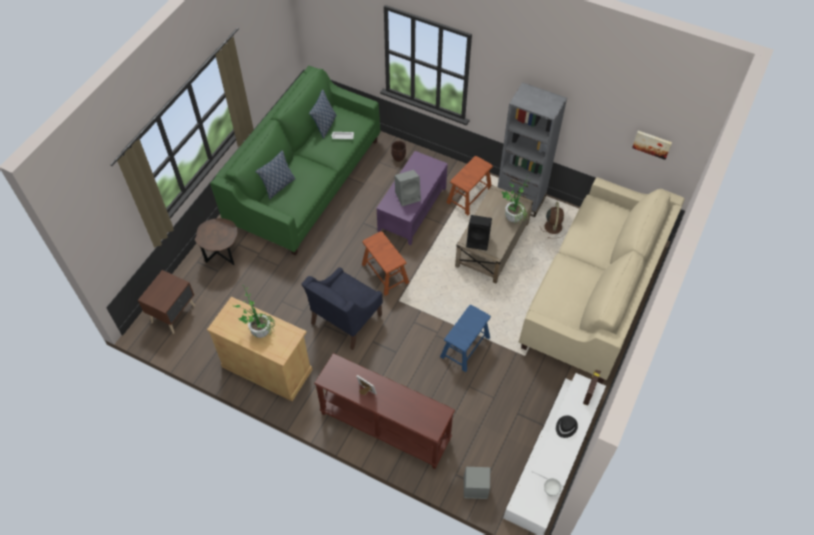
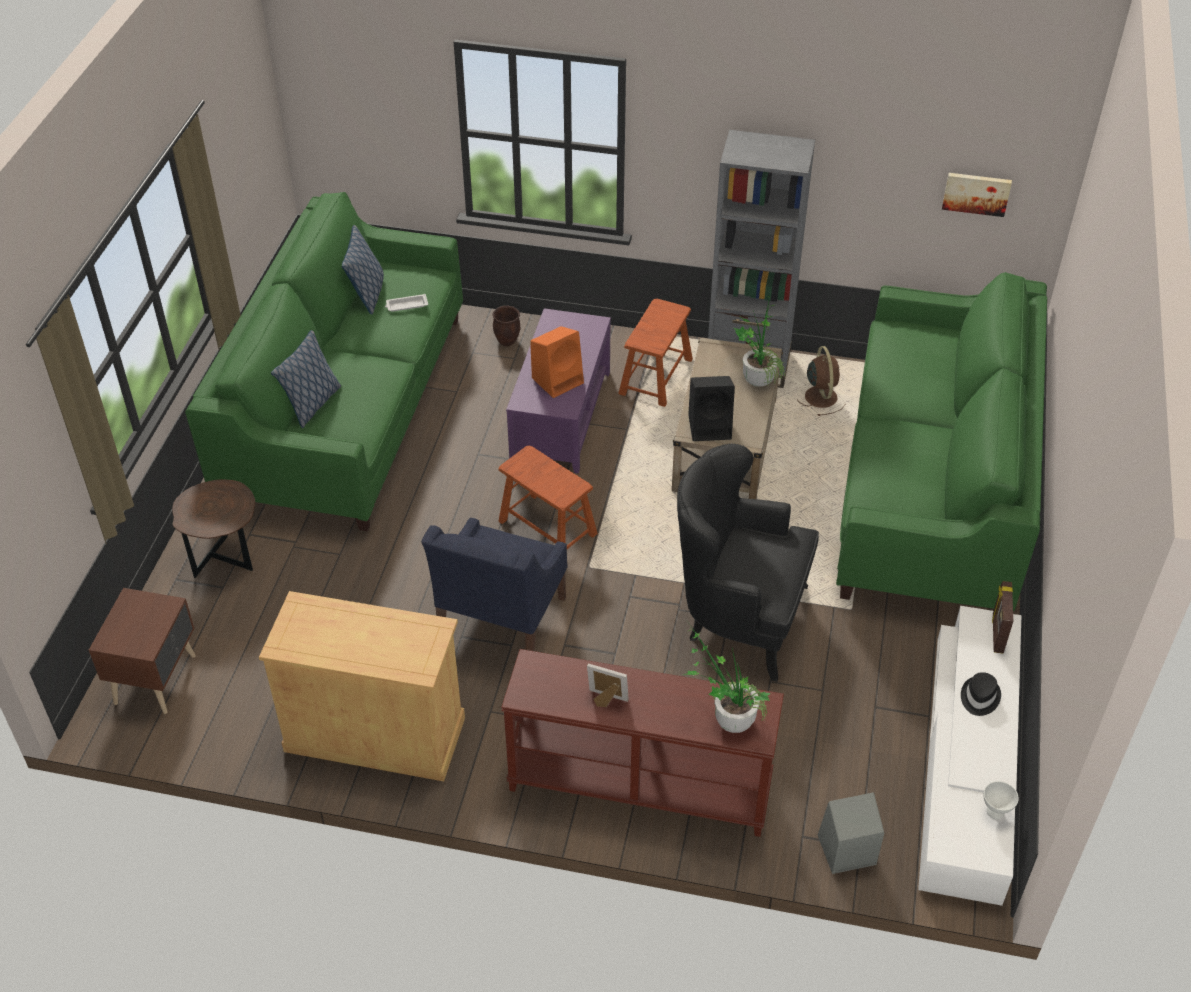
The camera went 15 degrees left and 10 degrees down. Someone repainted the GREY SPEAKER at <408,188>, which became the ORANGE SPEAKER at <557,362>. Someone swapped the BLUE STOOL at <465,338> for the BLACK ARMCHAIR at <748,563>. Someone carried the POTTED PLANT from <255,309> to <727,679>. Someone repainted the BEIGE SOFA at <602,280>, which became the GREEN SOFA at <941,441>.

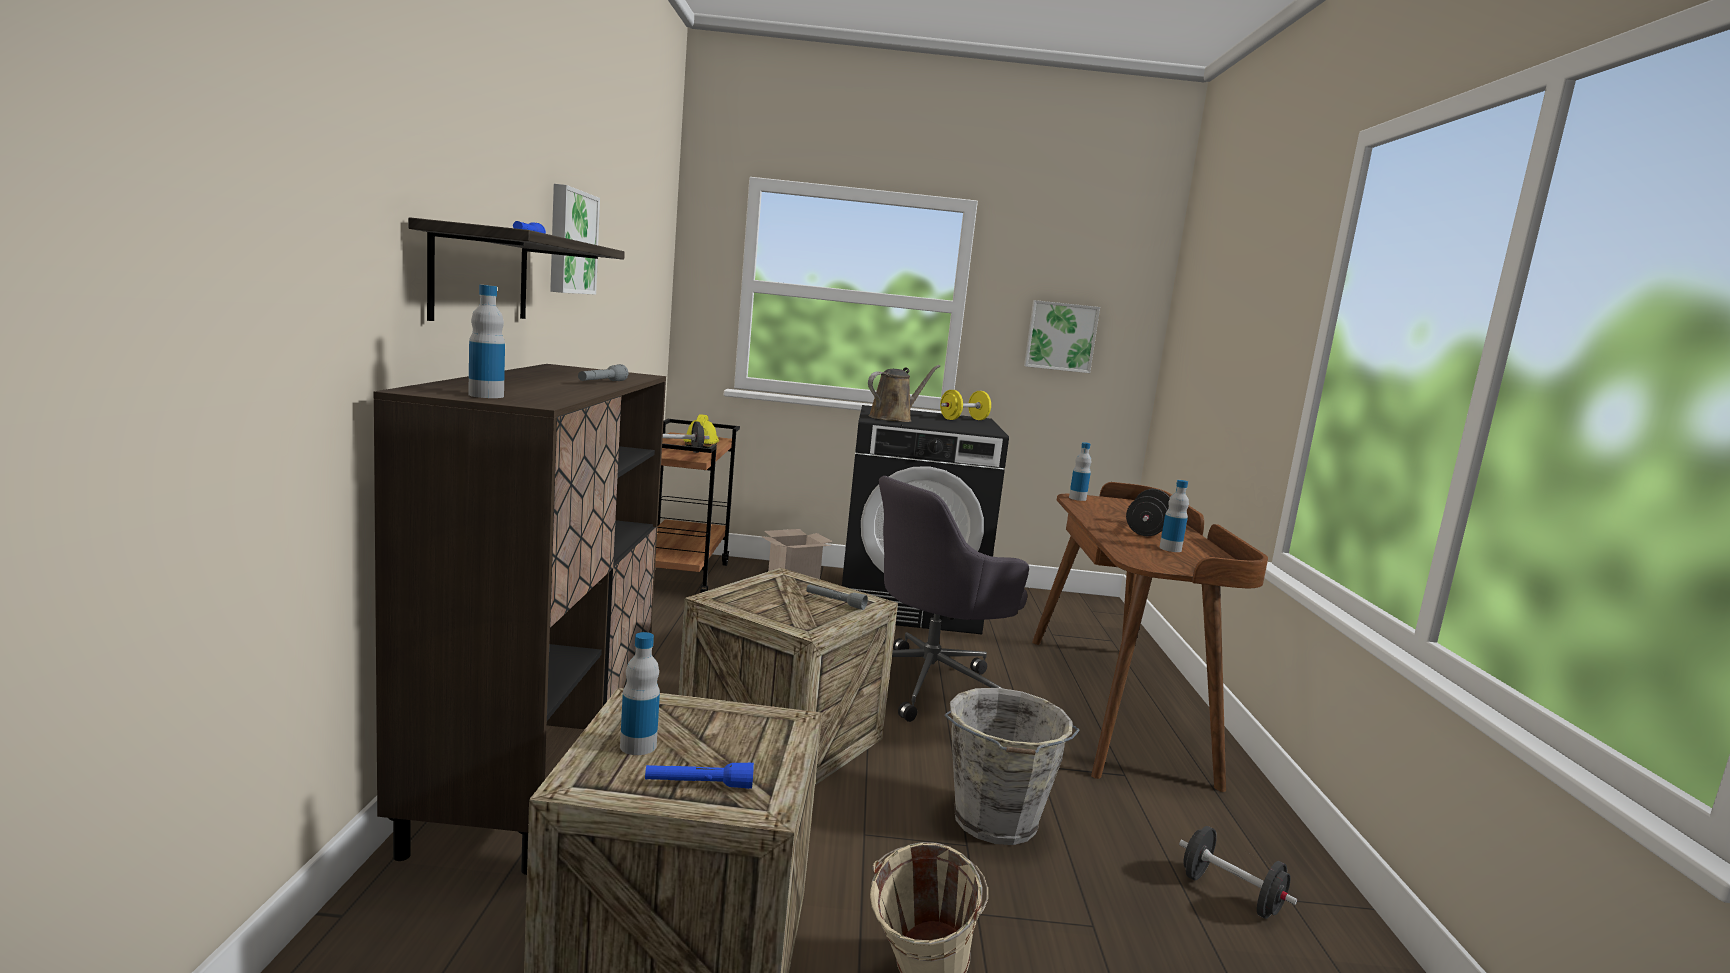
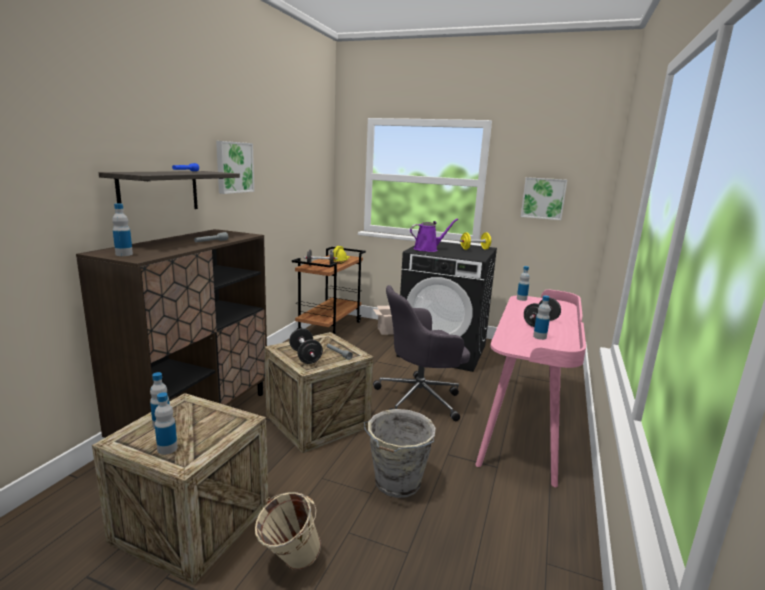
The camera went 20 degrees right and 5 degrees up. Someone swapped the BLUE FLASHLIGHT at <699,775> for the BOTTLE at <166,423>. Someone carried the BLACK DUMBBELL from <1238,872> to <306,346>. Someone repainted the BROWN WATERING CAN at <904,393>, which became the PURPLE WATERING CAN at <434,235>. Someone repainted the BROWN DESK at <1150,637>, which became the PINK DESK at <530,388>.

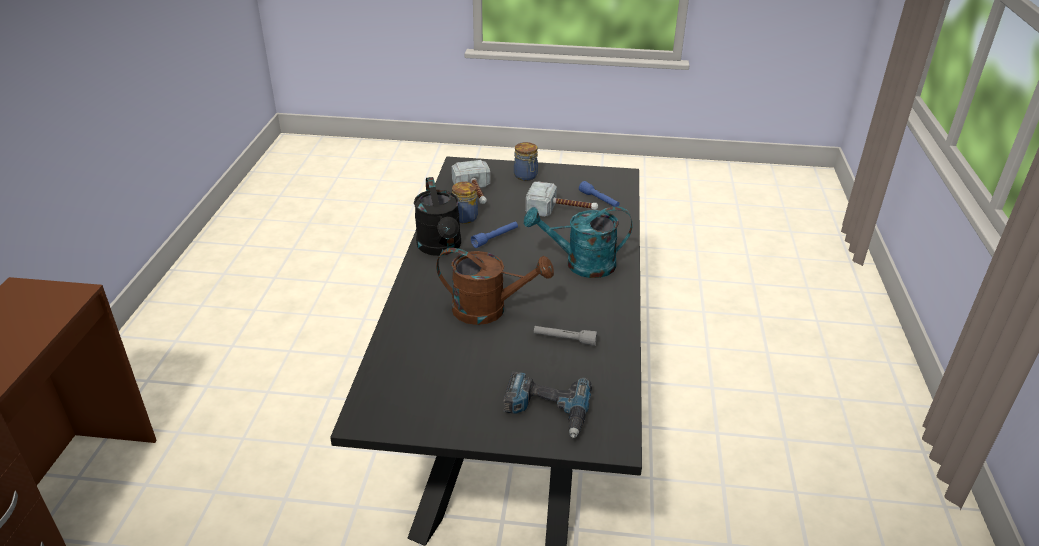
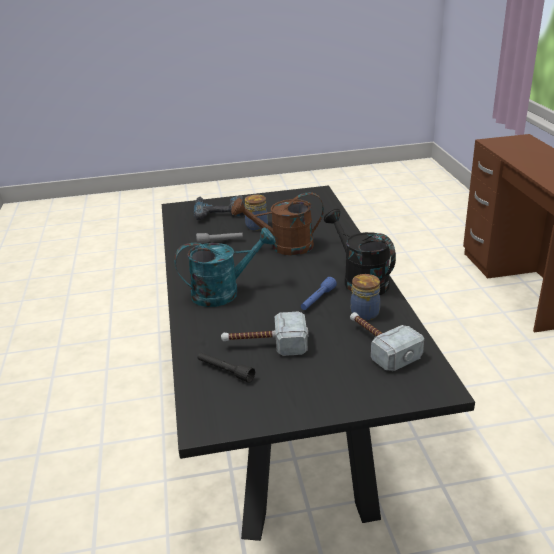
The camera went 165 degrees right and 5 degrees down. Someone repainted the BLUE FLASHLIGHT at <599,194>, which became the BLACK FLASHLIGHT at <226,367>. Someone carried the JAR from <526,161> to <256,212>.

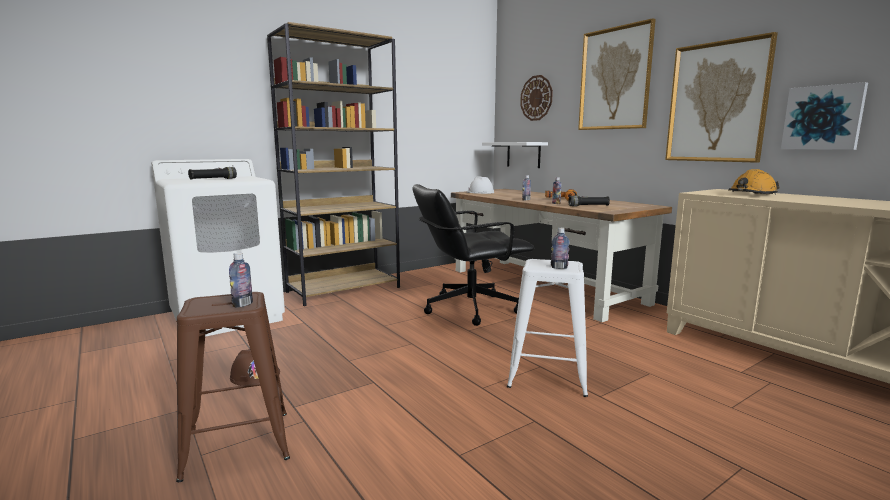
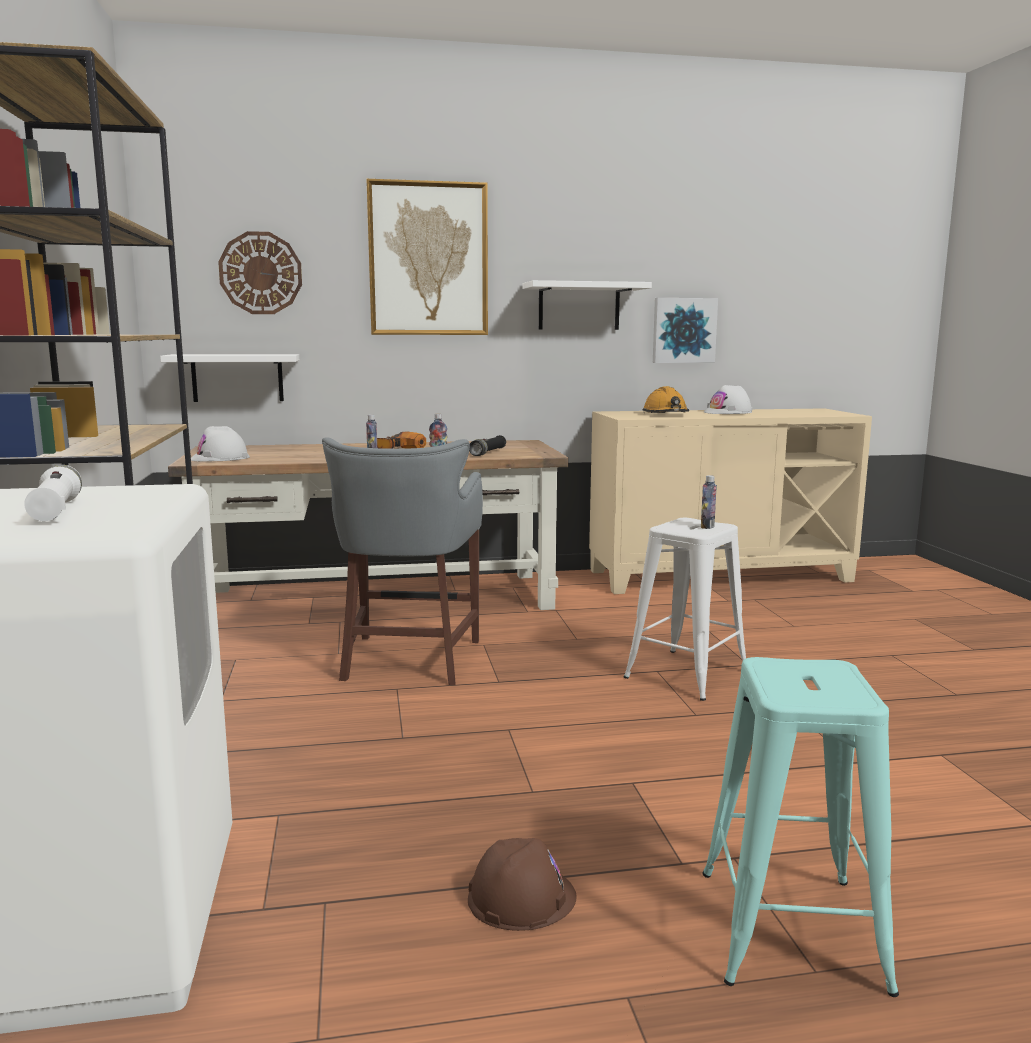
The camera went 65 degrees left and 0 degrees up. Someone repainted the BLACK FLASHLIGHT at <212,173>, which became the WHITE FLASHLIGHT at <53,493>. Someone swapped the BLACK OFFICE CHAIR at <473,255> for the GREY STOOL at <402,561>. Someone swapped the PICTURE at <721,97> for the WHITE SHELF at <587,305>. Someone repainted the BROWN STOOL at <233,387>, which became the TURQUOISE STOOL at <800,827>. Someone put down the WHITE HARD HAT at <728,399>. Someone took away the BOTTLE at <241,280>.

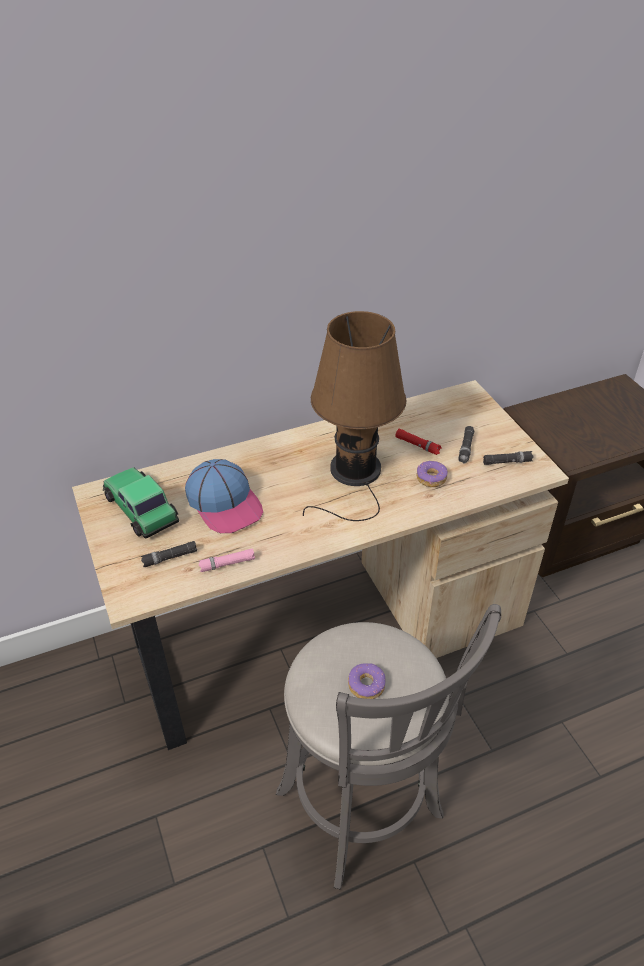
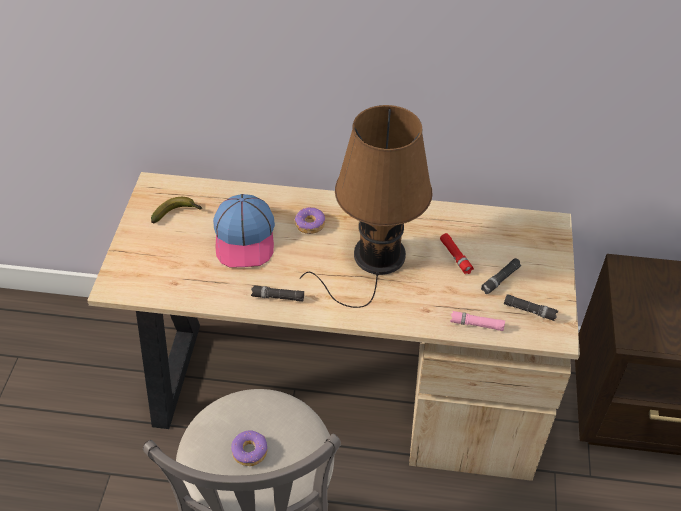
The camera went 30 degrees right and 5 degrees up. Someone swapped the TOY CAR at <141,503> for the BANANA at <177,210>. Someone carried the BLACK FLASHLIGHT from <168,554> to <277,293>. Someone carried the DONUT from <432,474> to <310,220>. Someone carried the PINK FLASHLIGHT from <227,560> to <477,321>.

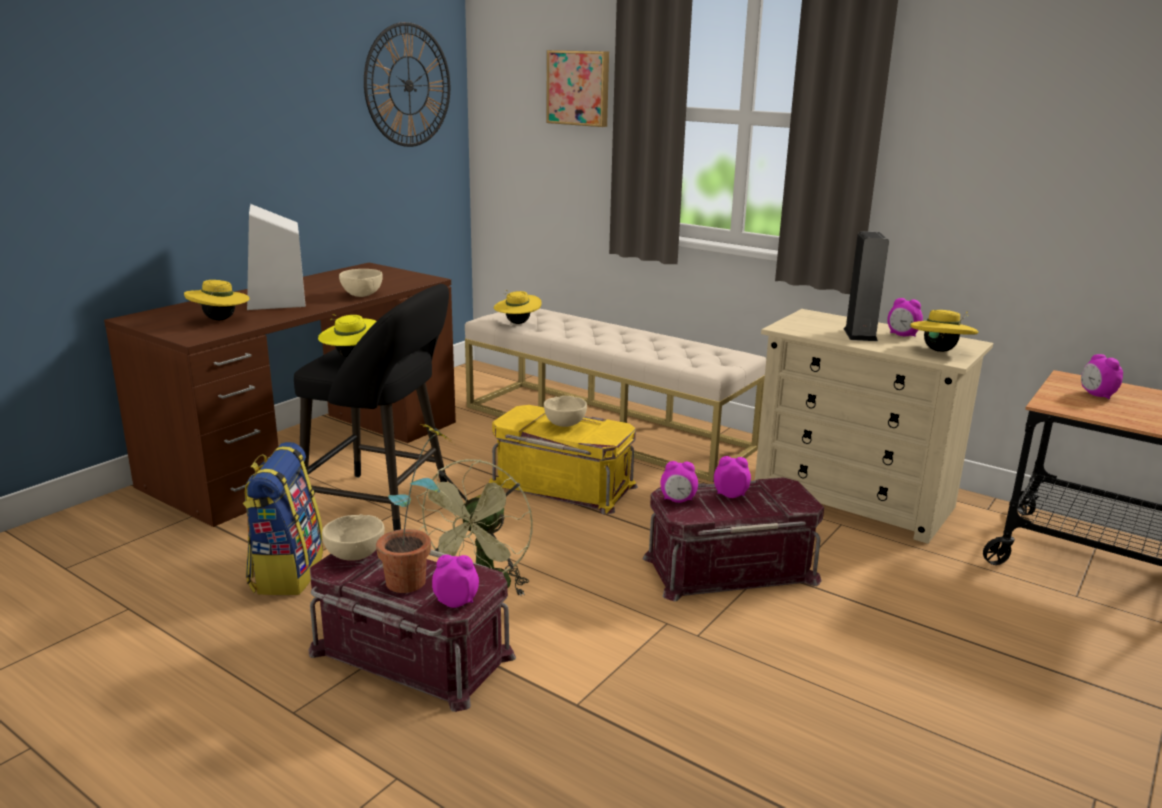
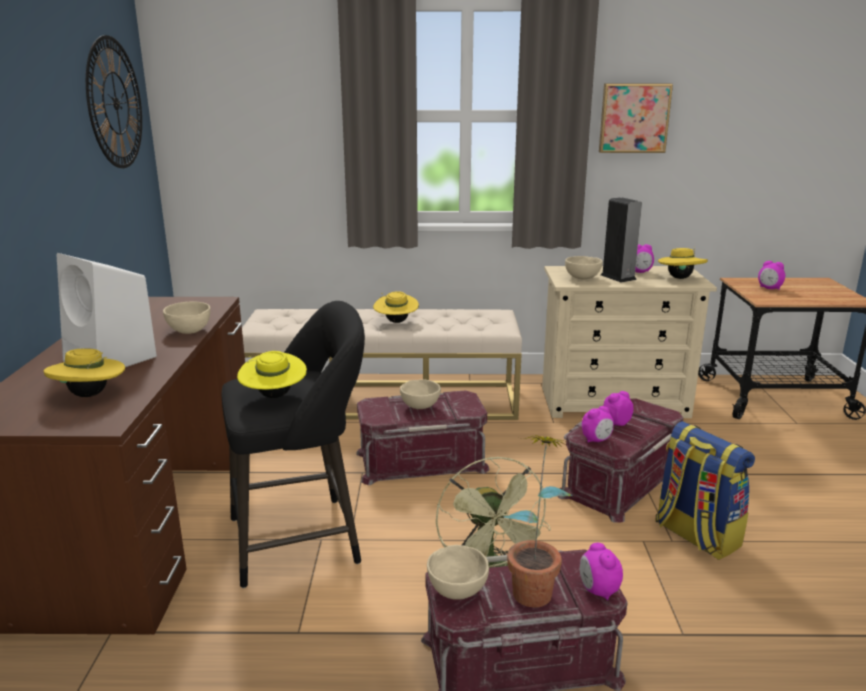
The camera went 35 degrees left and 0 degrees up. Someone repainted the YELLOW STORAGE BOX at <563,460>, which became the RED STORAGE BOX at <423,437>. Someone carried the YELLOW HAT from <518,307> to <396,307>. Someone put down the BEIGE BOWL at <584,267>. Someone rotated the ALARM CLOCK at <455,581> by 75 degrees counterclockwise. Someone carried the PICTURE from <577,88> to <636,118>. Someone carried the BACKPACK from <283,518> to <705,490>.

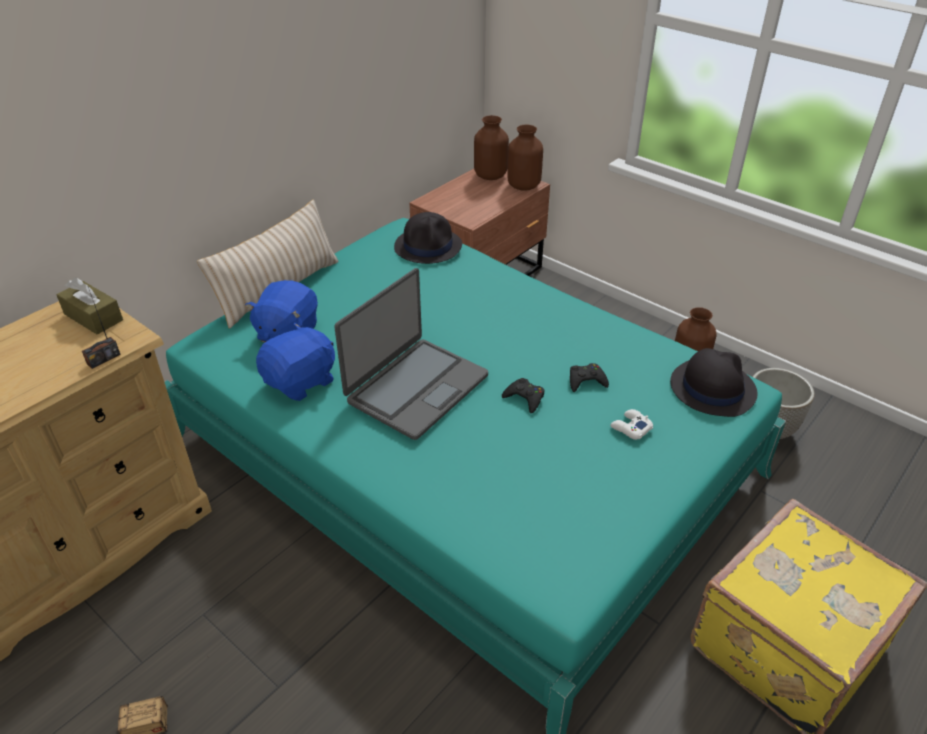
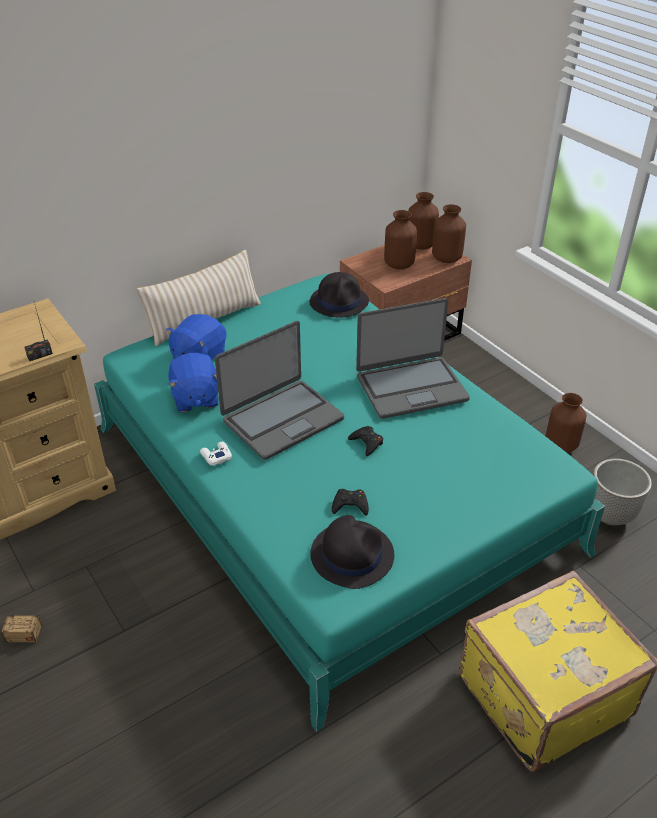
The camera went 15 degrees right and 0 degrees up. Someone rotated the BLUE PLUSH TOY at <295,361> by 105 degrees clockwise. Someone carried the WHITE GAME CONTROLLER from <632,424> to <216,454>. Someone carried the BLACK HAT from <713,382> to <352,552>. Someone carried the BLACK GAME CONTROLLER from <589,377> to <350,502>. Someone put down the LAPTOP at <413,358>. Someone put down the BROWN VASE at <400,239>. Someone took away the BROWN TISSUE BOX at <90,306>.

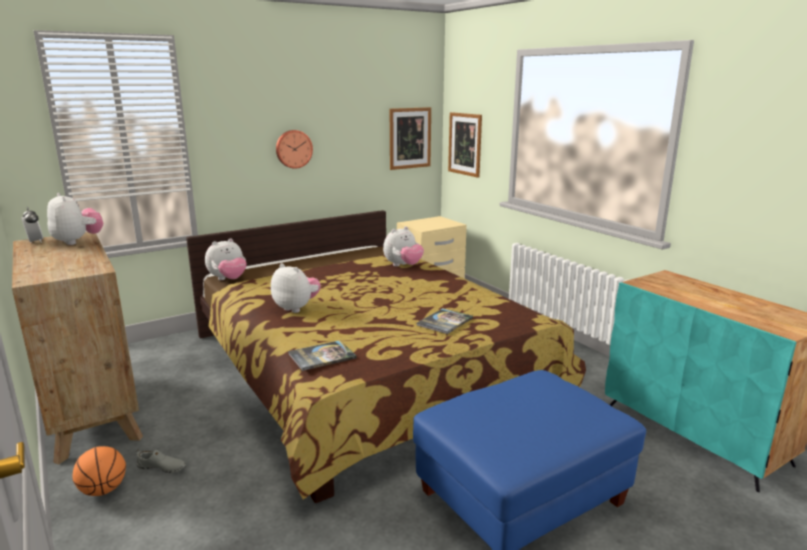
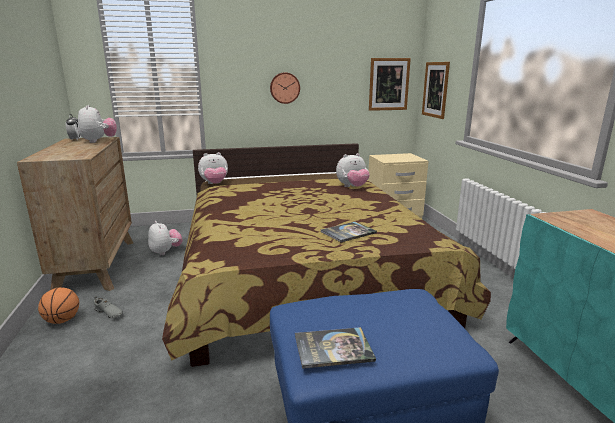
The camera went 20 degrees right and 0 degrees up. Someone carried the PLUSH TOY from <296,288> to <165,238>. Someone carried the BOOK from <322,355> to <335,348>.

